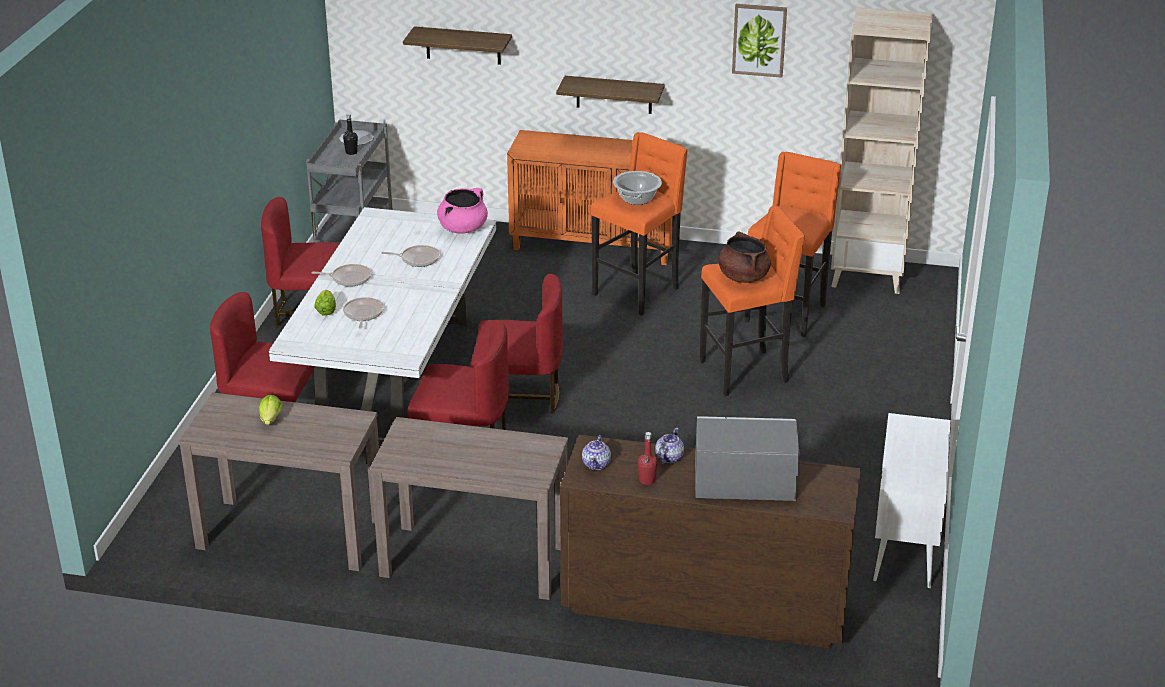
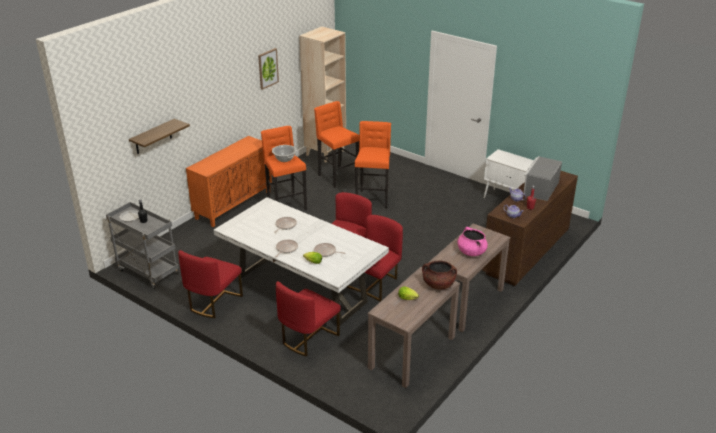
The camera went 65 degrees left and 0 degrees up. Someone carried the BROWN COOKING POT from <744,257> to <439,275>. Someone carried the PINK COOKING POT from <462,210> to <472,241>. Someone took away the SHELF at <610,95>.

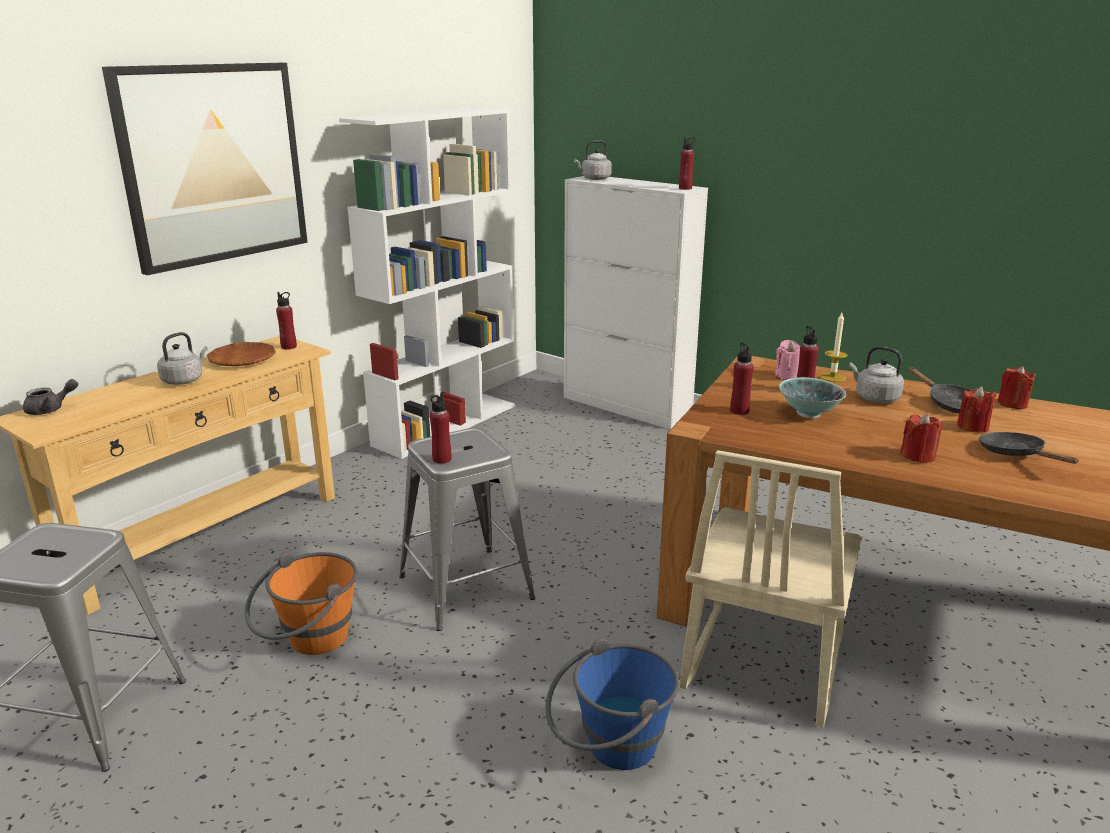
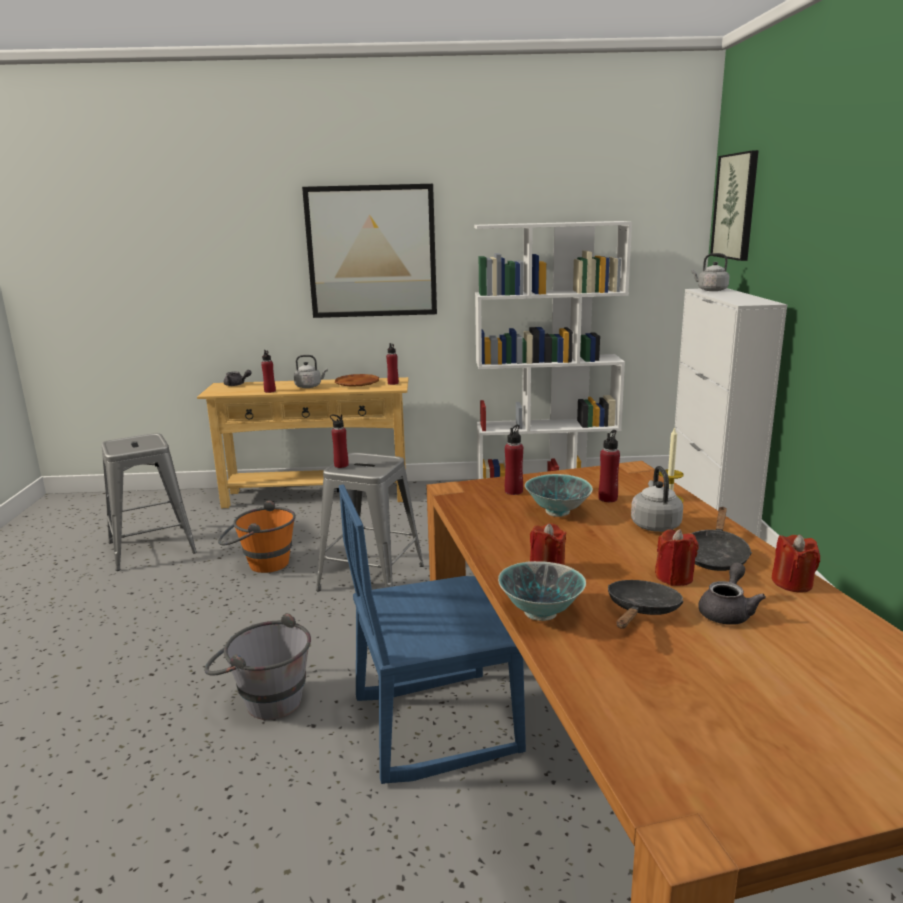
The camera went 50 degrees right and 5 degrees down. Someone repainted the BLUE BUCKET at <612,704>, which became the GREY BUCKET at <257,666>. Someone carried the RED BOTTLE from <687,163> to <268,371>. Someone repainted the BEIGE CHAIR at <770,589>, which became the BLUE CHAIR at <432,634>. Someone put down the BOWL at <542,591>. Someone put down the GREY TEAPOT at <732,593>. Someone put up the PICTURE at <734,205>. Someone took away the PINK CANDLE at <787,360>.

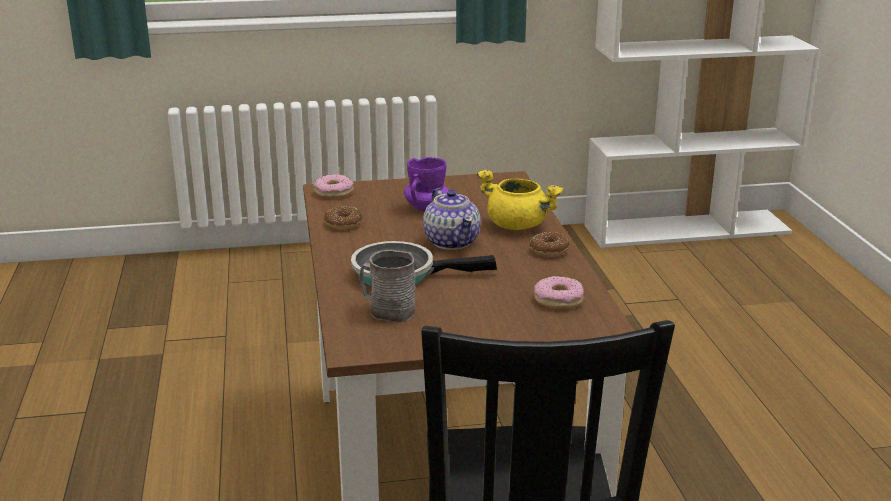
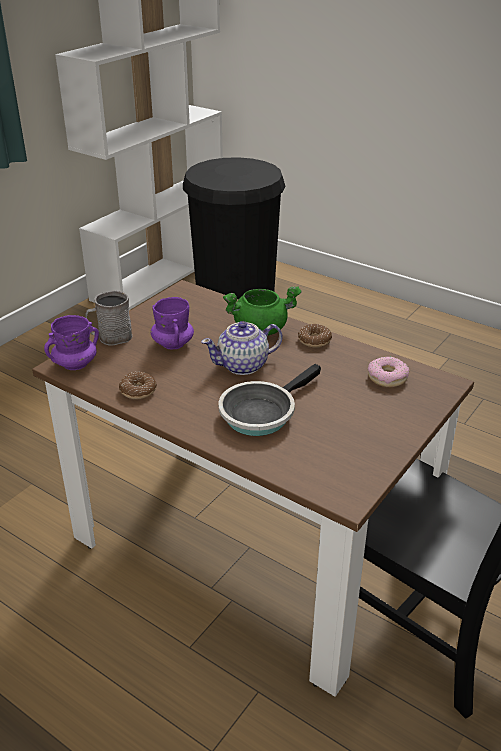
The camera went 45 degrees left and 10 degrees up. Someone swapped the DONUT at <333,186> for the PURPLE MUG at <71,342>. Someone carried the GREY MUG from <387,286> to <108,318>. Someone put down the BLACK TRASH CAN at <234,228>. Someone rotated the TEAPOT at <452,219> by 135 degrees clockwise. Someone repainted the YELLOW COOKING POT at <520,200>, which became the GREEN COOKING POT at <262,310>.

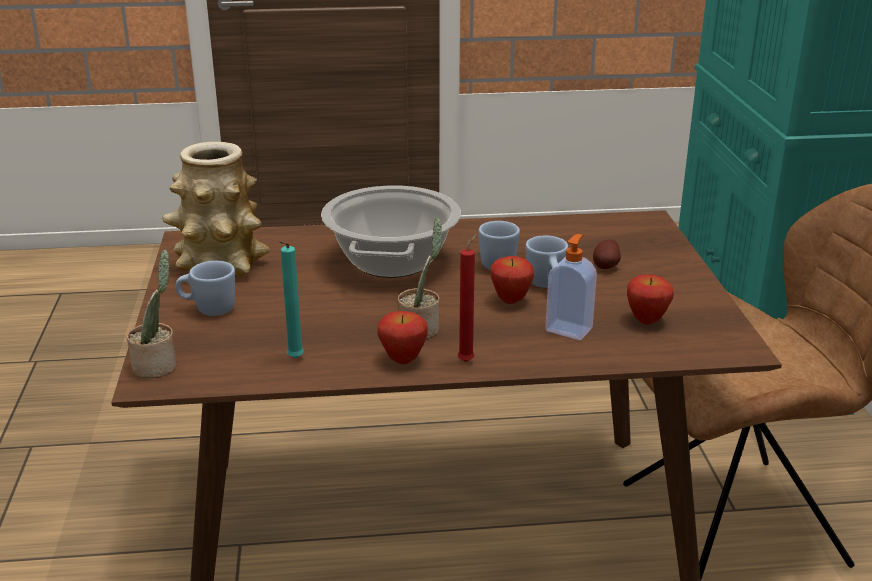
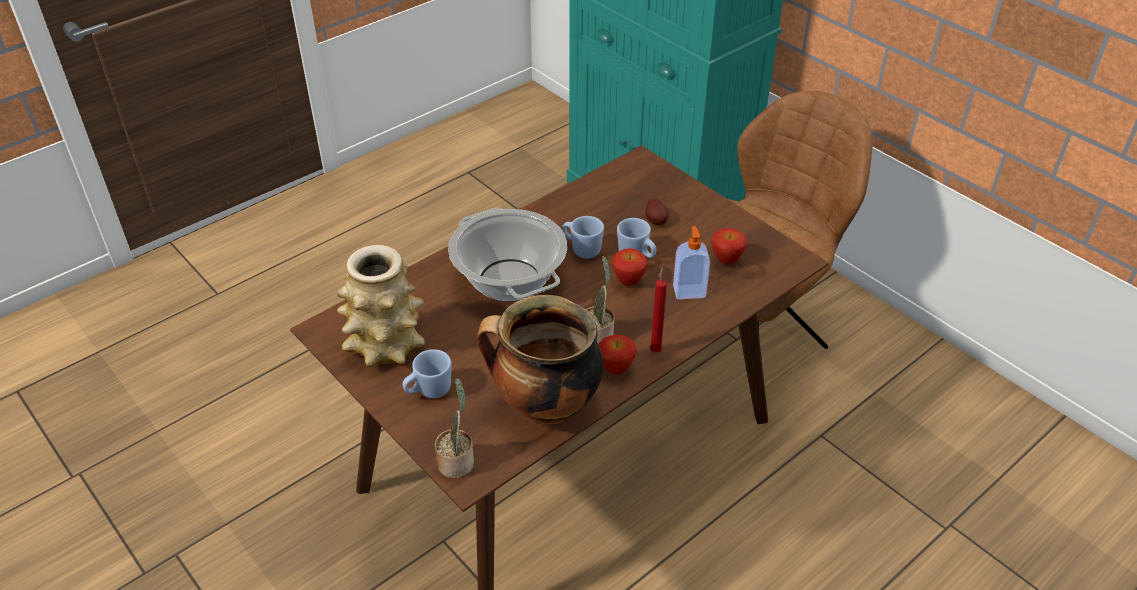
The camera went 35 degrees left and 15 degrees up. Someone swapped the TURQUOISE CANDLE at <291,299> for the COOKING POT at <540,359>.

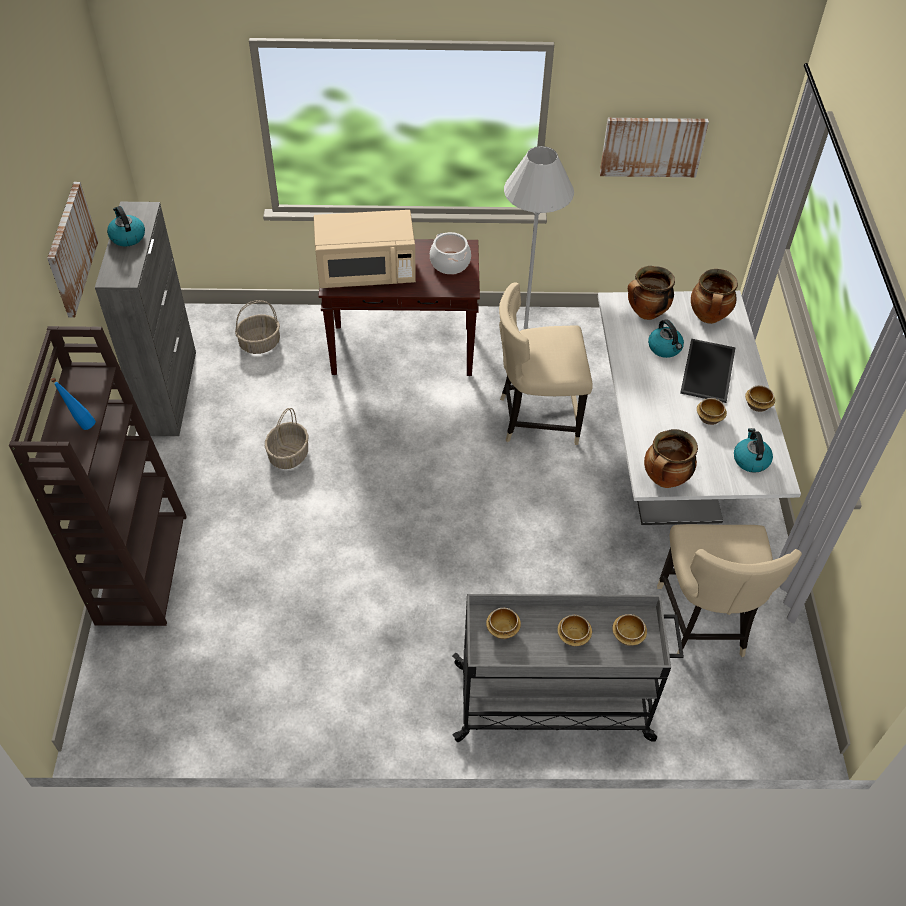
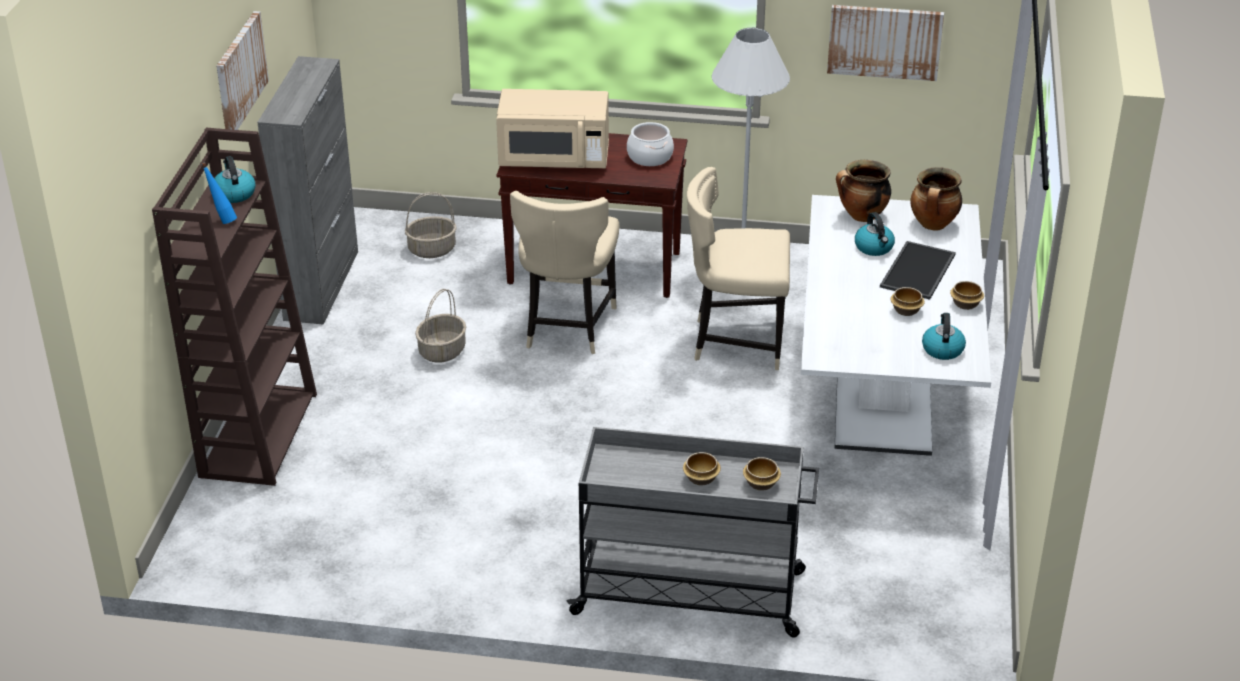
The camera went 10 degrees right and 15 degrees down. Someone carried the KETTLE from <126,226> to <235,179>. Someone carried the BEIGE CHAIR from <729,590> to <564,272>. Someone took away the BOWL at <503,623>. Someone took away the COOKING POT at <671,458>.

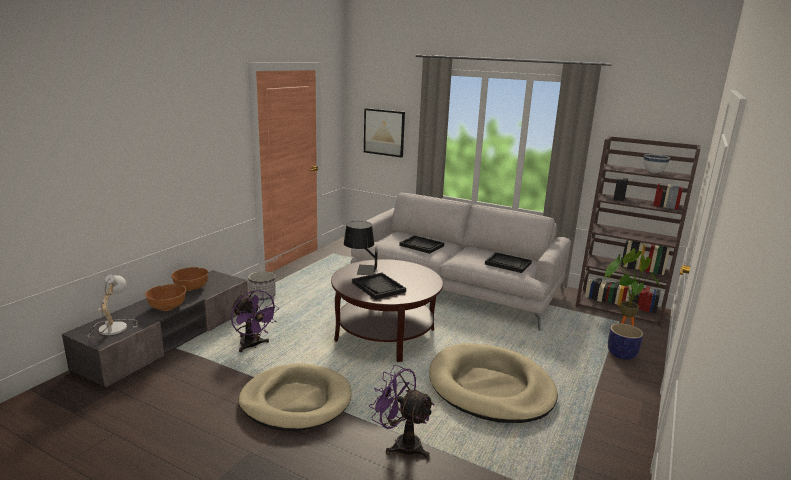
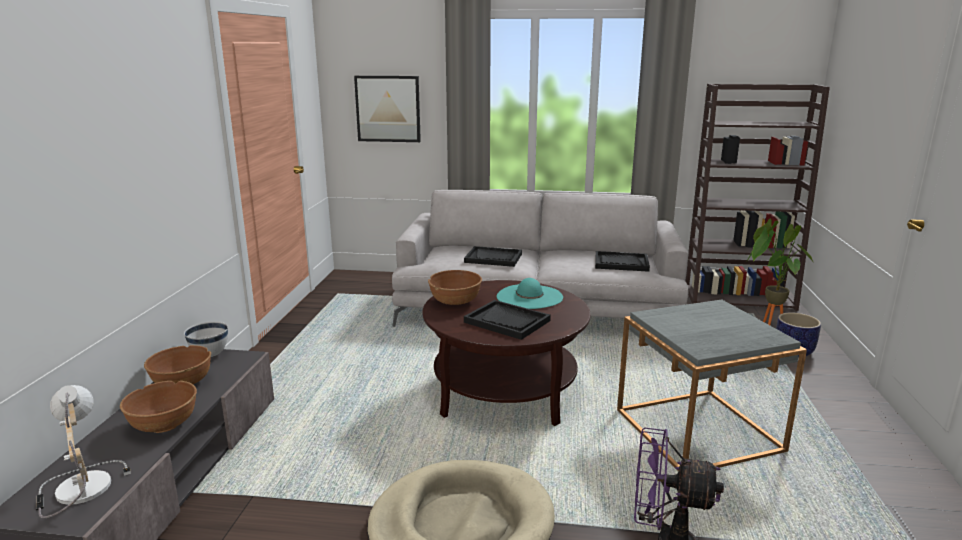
The camera went 20 degrees left and 0 degrees up. Someone carried the WHITE BOWL from <657,163> to <206,339>. Someone swapped the BLACK TABLE LAMP at <361,248> for the BROWN BOWL at <455,287>. Someone put down the TURQUOISE HAT at <530,293>. Someone swapped the BEIGE DOG BED at <493,383> for the GREY SIDE TABLE at <712,385>. Someone took away the PURPLE FAN at <255,321>. Someone took away the PLANTER at <262,285>.

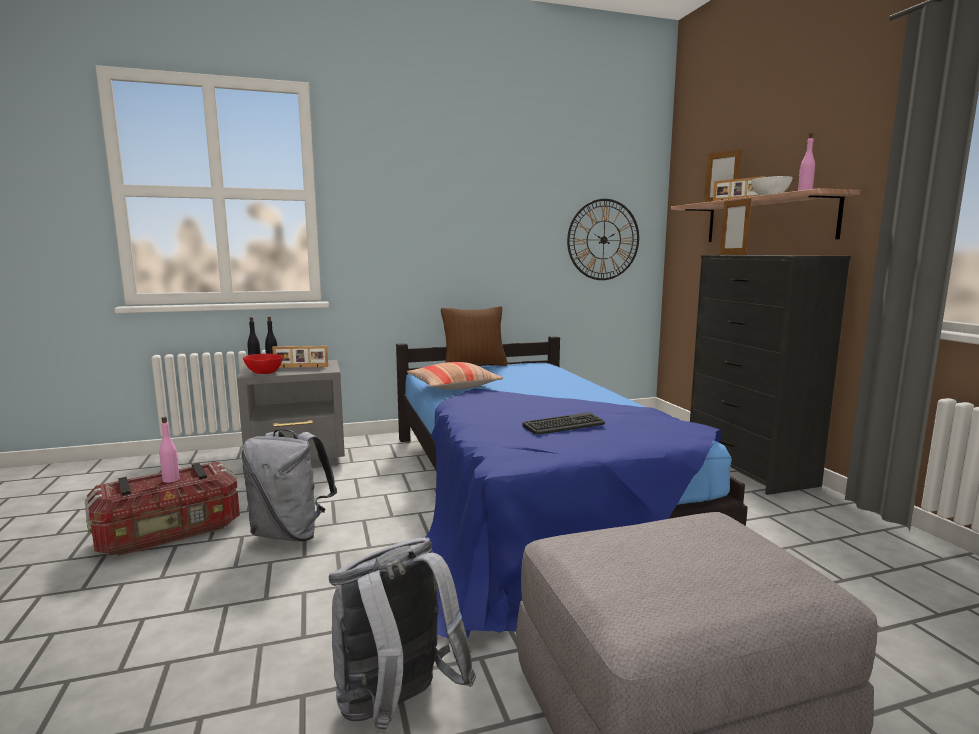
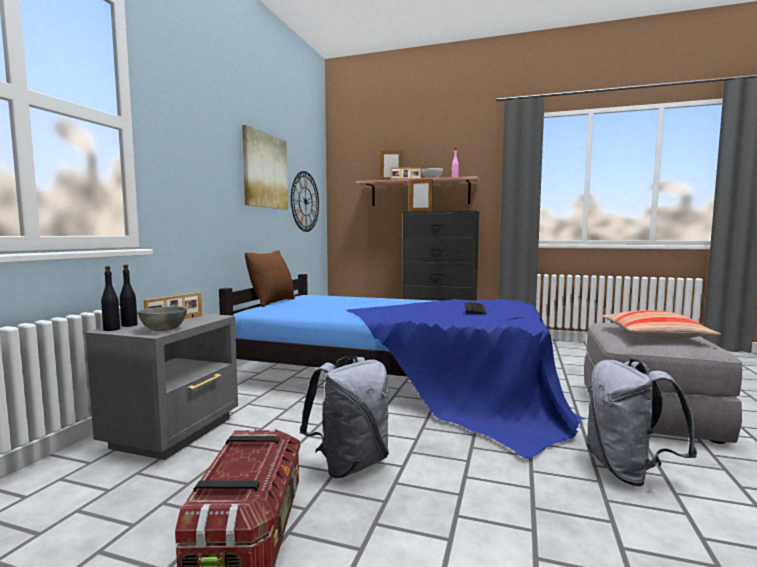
The camera went 55 degrees left and 5 degrees down. Someone repainted the RED BOWL at <263,364>, which became the GREY BOWL at <162,318>. Someone put up the PICTURE at <265,167>. Someone carried the PILLOW from <455,376> to <661,324>. Someone took away the PINK BOTTLE at <169,450>.

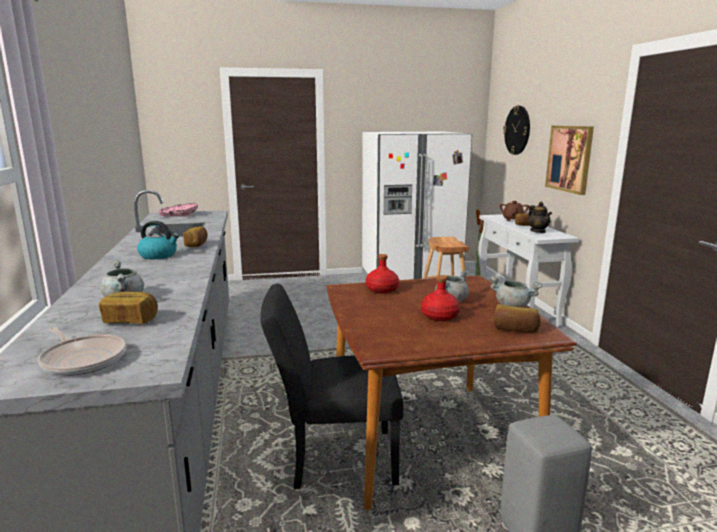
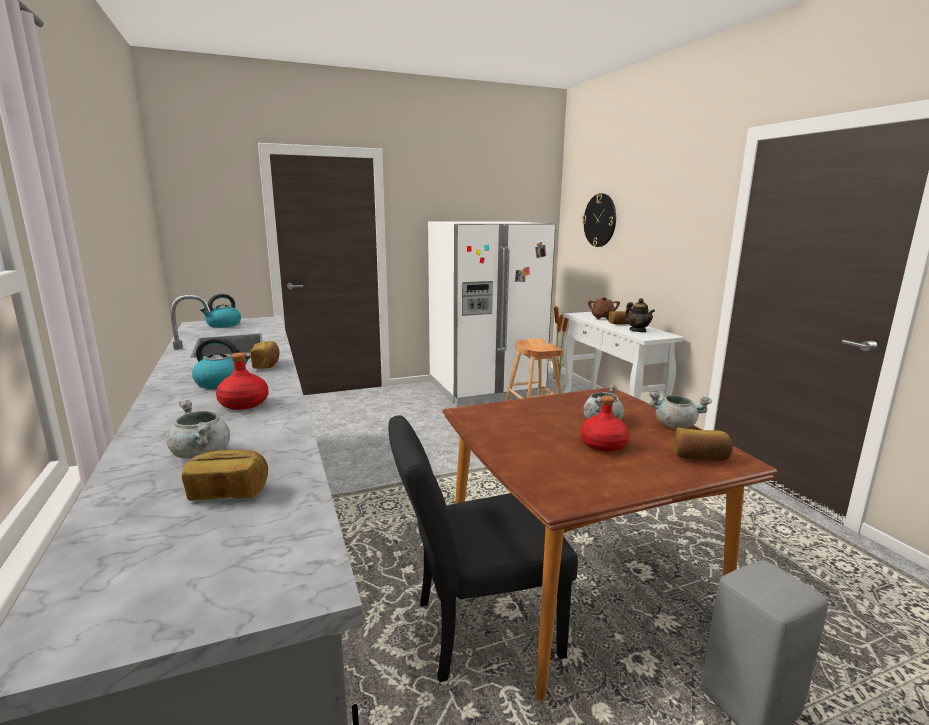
The camera went 10 degrees left and 0 degrees up. Someone swapped the PINK BOWL at <178,210> for the KETTLE at <220,311>. Someone carried the RED BOTTLE from <382,273> to <242,381>. Someone took away the FRYING PAN at <82,351>. Someone took away the PICTURE at <569,160>.

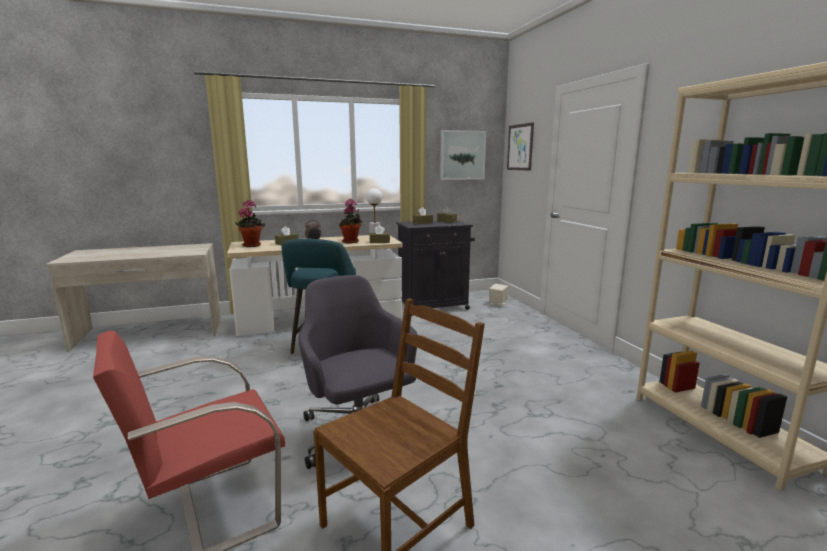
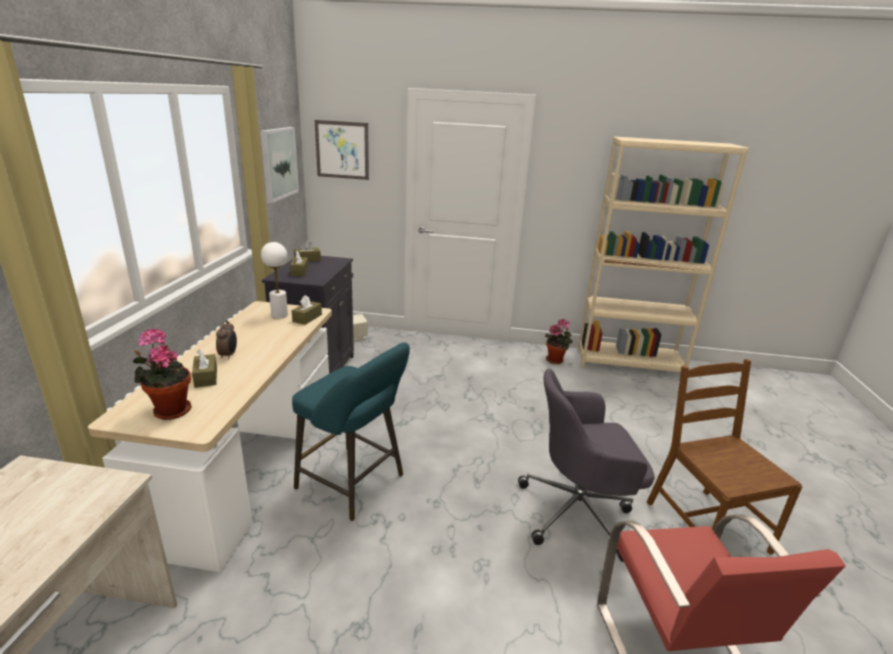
The camera went 65 degrees left and 10 degrees up. Someone carried the POTTED PLANT from <351,221> to <559,341>.

